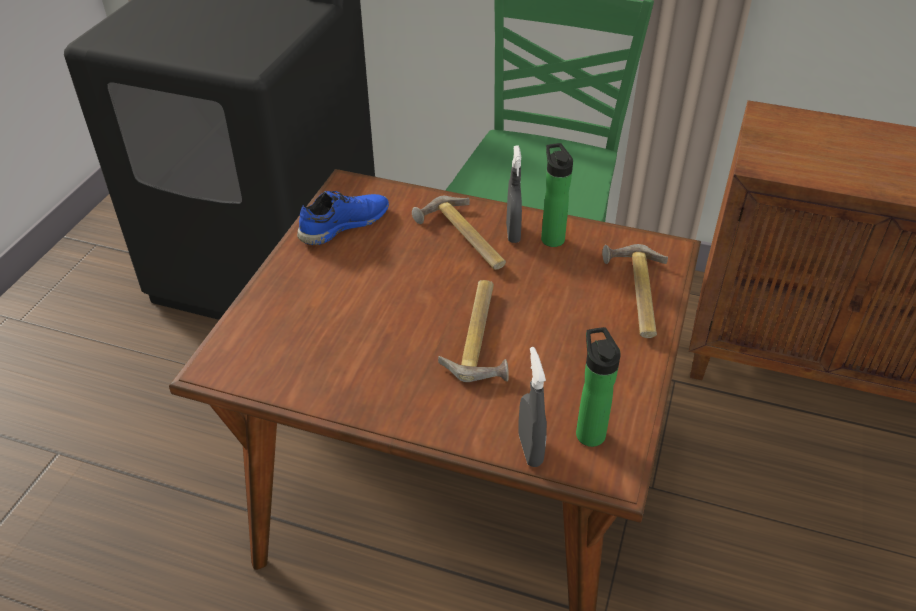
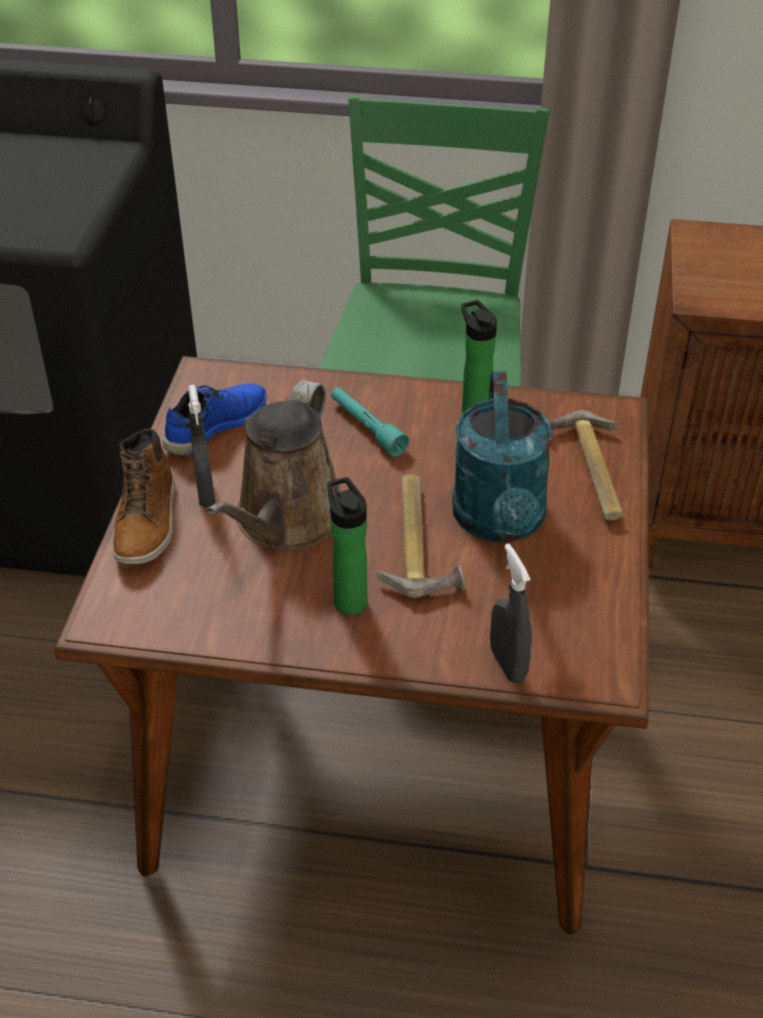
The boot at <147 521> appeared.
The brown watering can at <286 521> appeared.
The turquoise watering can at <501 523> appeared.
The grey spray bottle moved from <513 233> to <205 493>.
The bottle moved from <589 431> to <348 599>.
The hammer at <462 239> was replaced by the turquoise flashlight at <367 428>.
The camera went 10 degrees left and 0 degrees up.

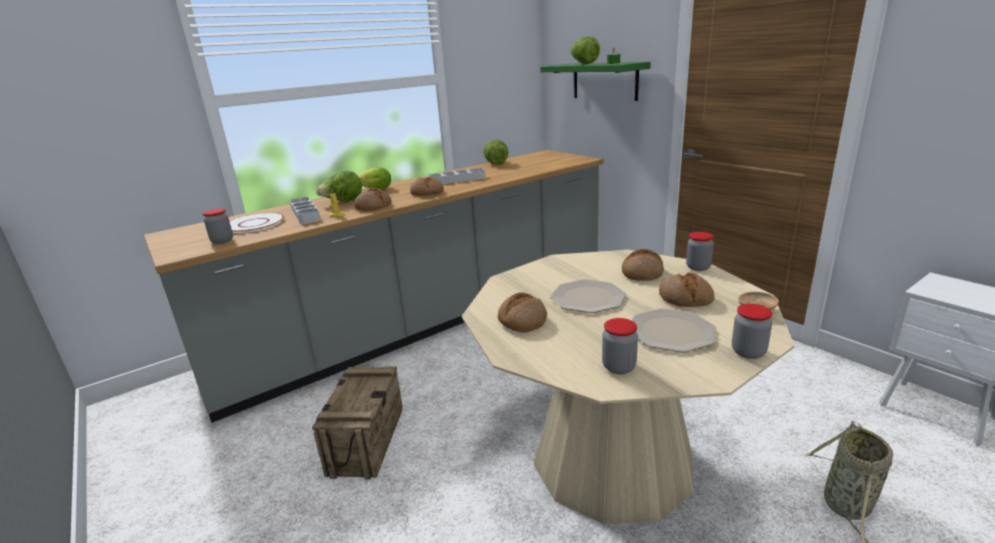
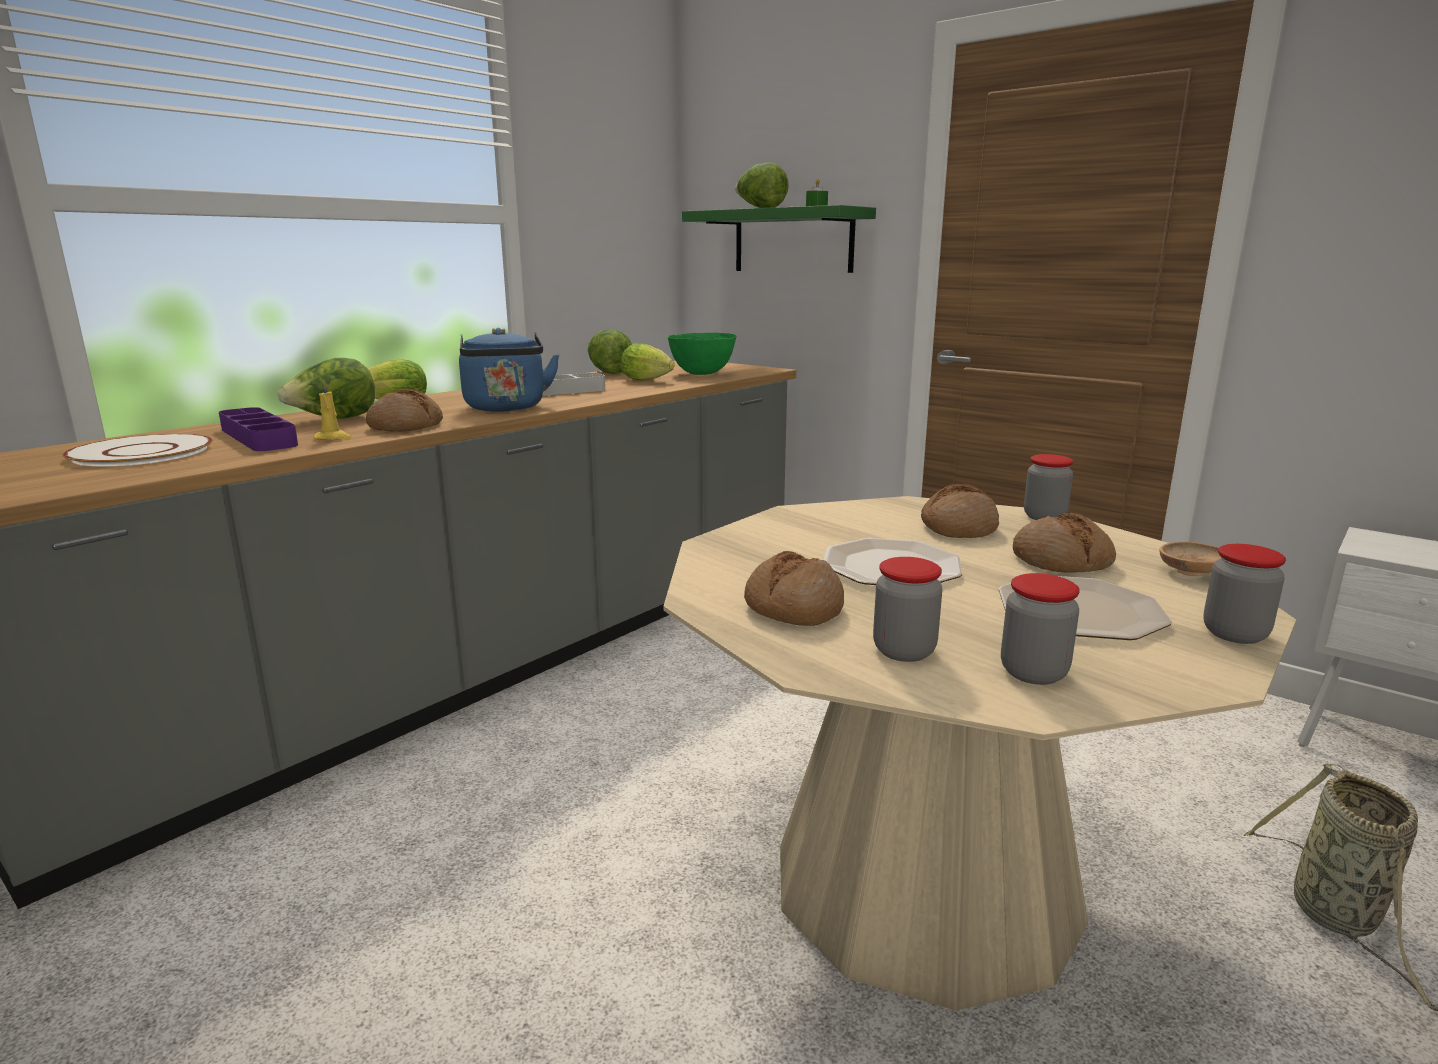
The crate at <366 441> disappeared.
The lettuce at <649 381> appeared.
The green bowl at <701 374> appeared.
The jar moved from <222 241> to <904 651>.
The bread at <427 193> was replaced by the blue kettle at <506 408>.
The grey tray at <305 214> became the purple tray at <258 437>.
The camera went 15 degrees left and 5 degrees down.

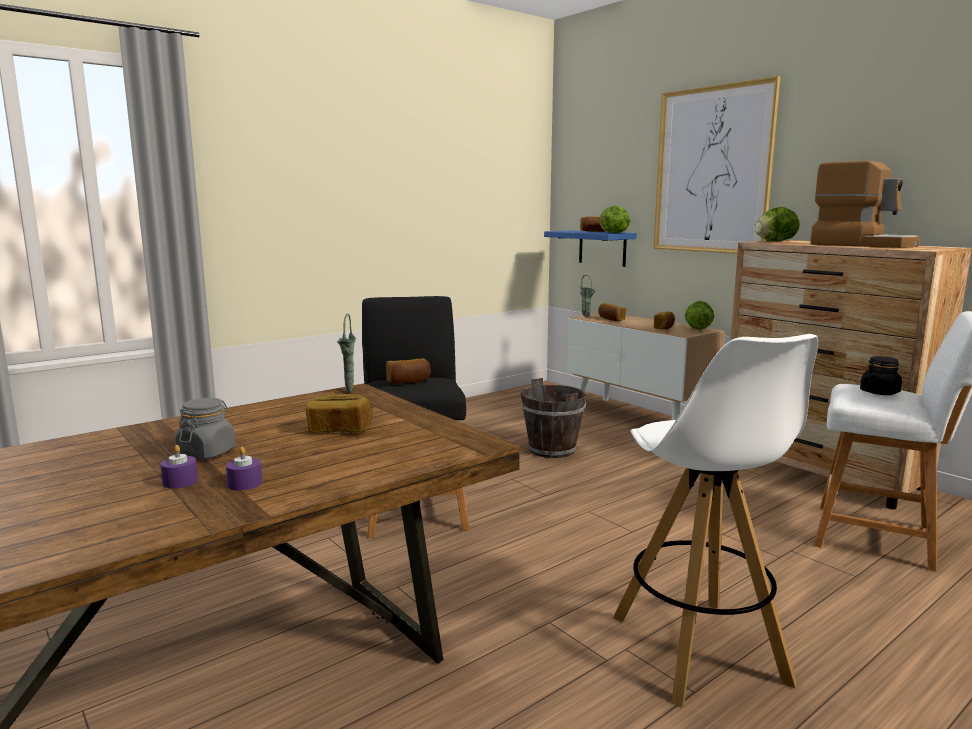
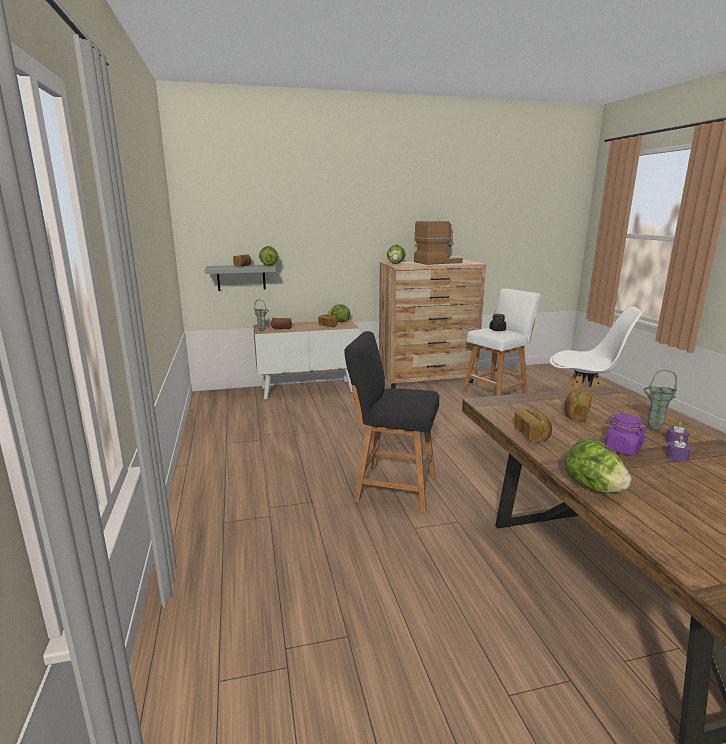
The brown bucket at <551 450> disappeared.
The picture at <712 170> disappeared.
The lettuce at <592 487> appeared.
The green vase moved from <350 391> to <652 429>.
The bread moved from <408 382> to <532 435>.
The grey jar at <207 452> became the purple jar at <621 449>.
The blue shelf at <602 248> became the grey shelf at <241 277>.
The camera went 65 degrees left and 5 degrees up.

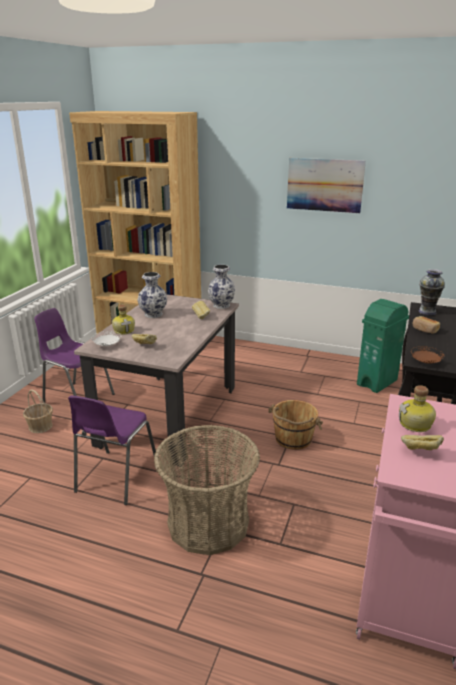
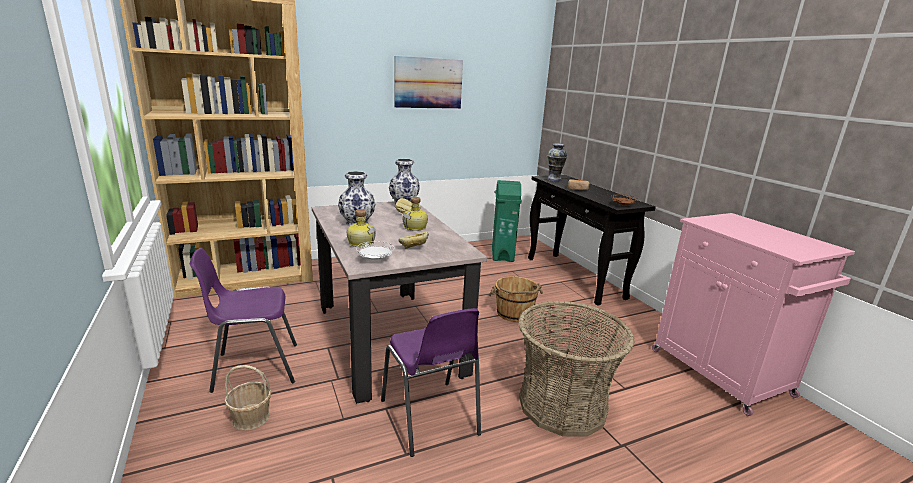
The bread at <419 452> disappeared.
The bottle moved from <416 424> to <415 227>.
The camera went 45 degrees left and 5 degrees down.

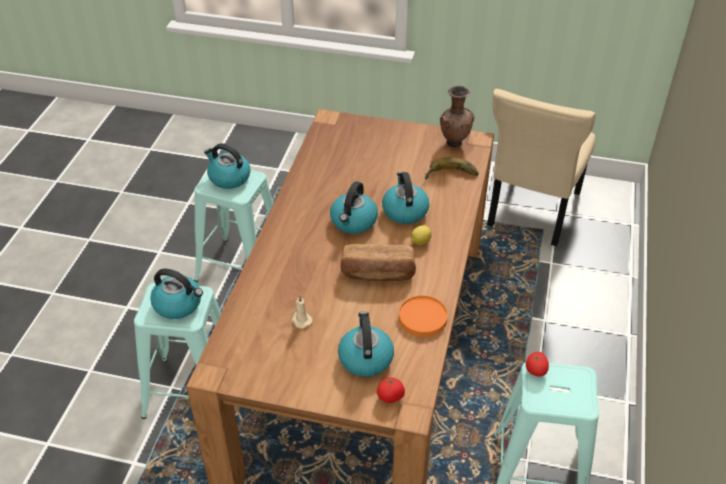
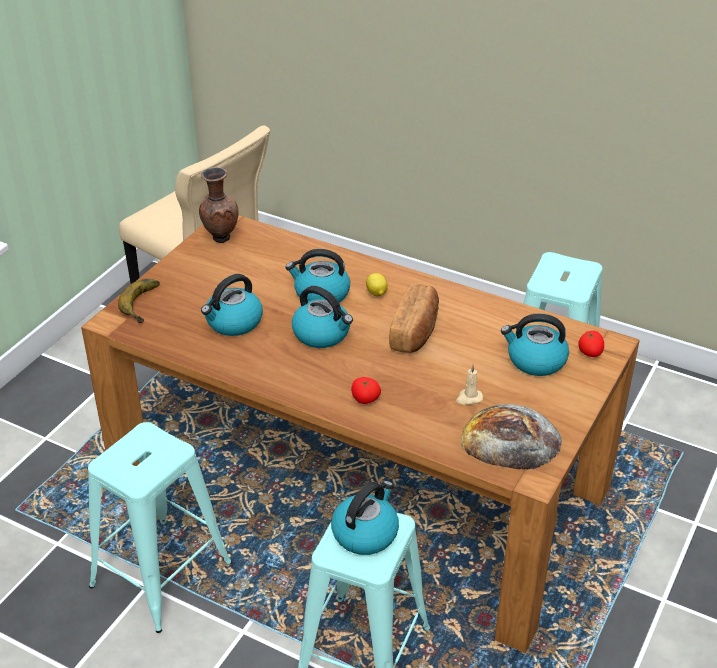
The orange plate at <422 318> disappeared.
The bread at <510 439> appeared.
The kettle moved from <228 178> to <233 323>.
The banana moved from <451 176> to <146 303>.
The tomato moved from <535 370> to <365 399>.
The camera went 75 degrees left and 5 degrees down.

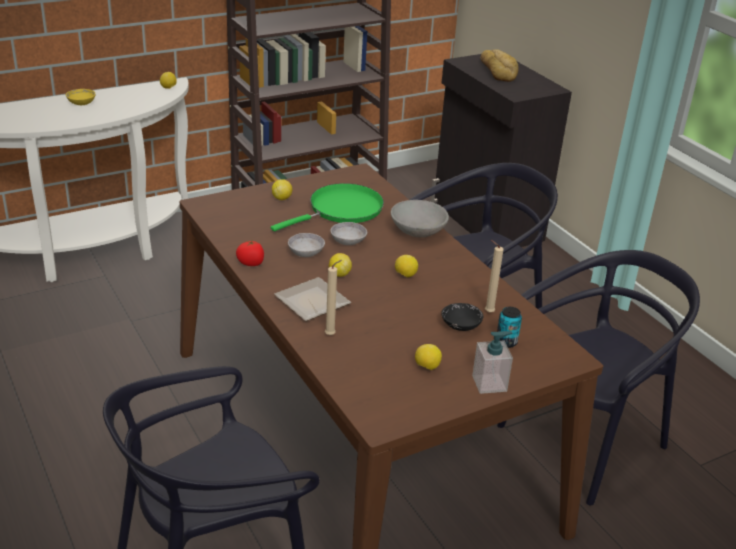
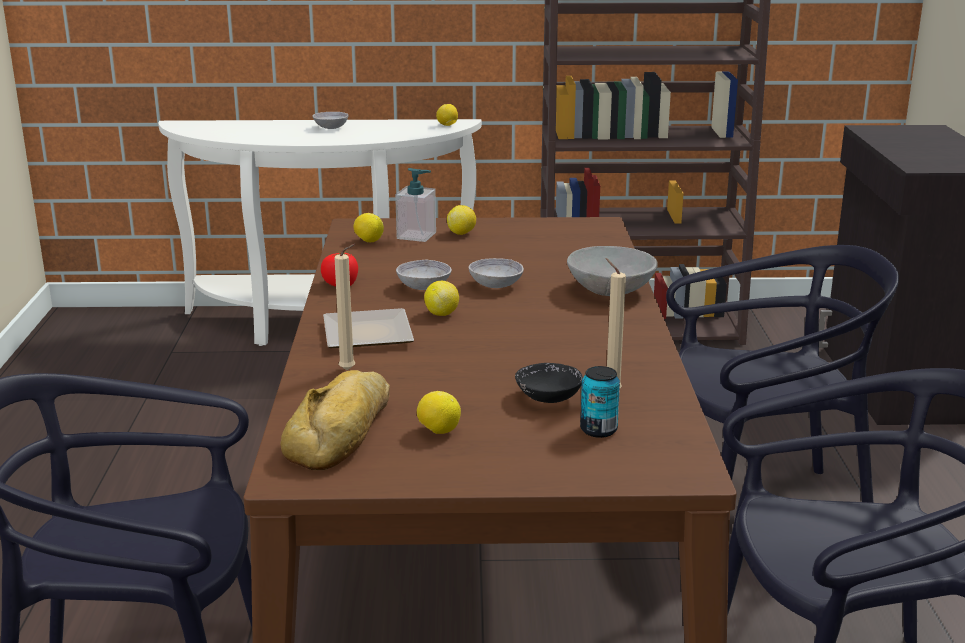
The green frying pan at <341 210> disappeared.
The lemon moved from <405 275> to <368 241>.
The soap dispenser moved from <489 383> to <416 236>.
The bread moved from <498 71> to <344 431>.
The yellow bowl at <81 103> became the grey bowl at <331 128>.
The camera went 30 degrees right and 10 degrees down.

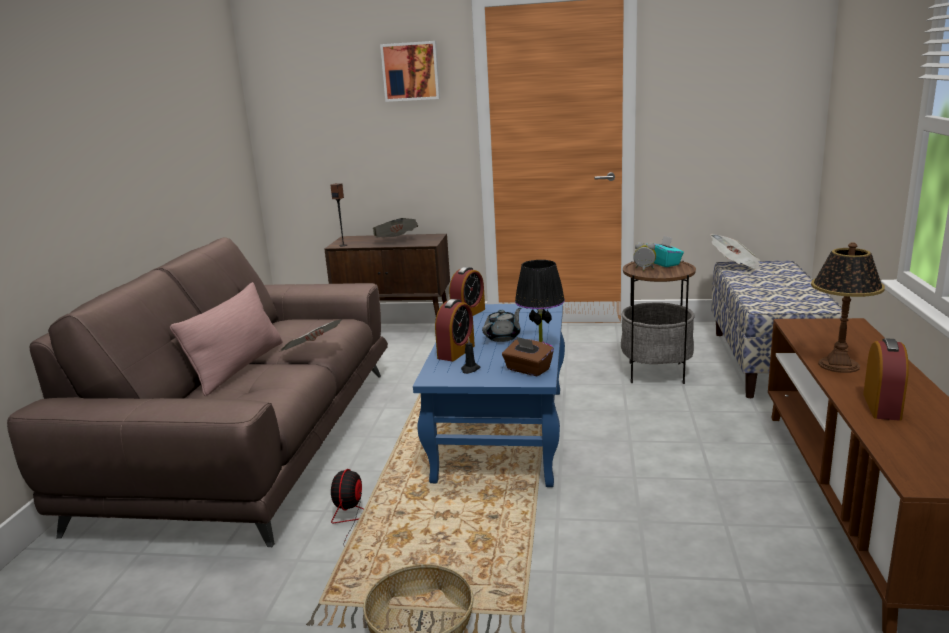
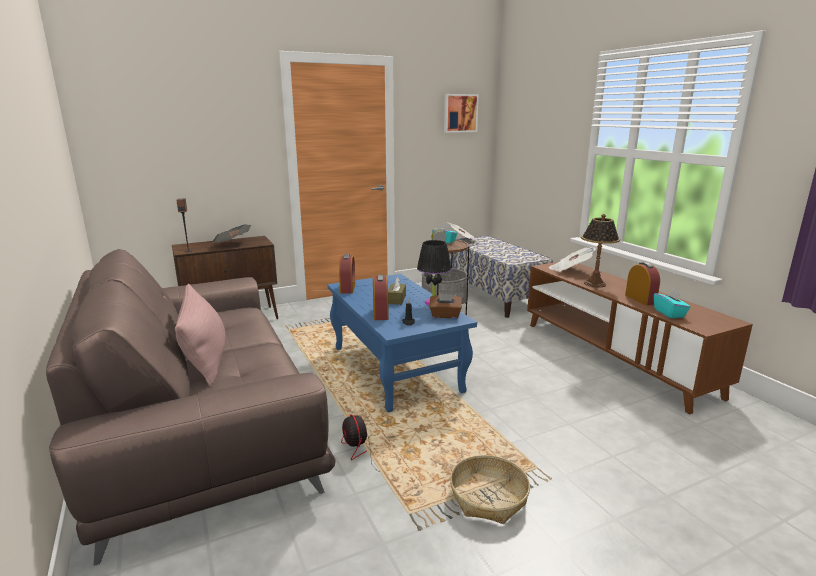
The turquoise tissue box at <669 313> appeared.
The newspaper moved from <312 352> to <570 270>.
The picture moved from <411 71> to <460 113>.
The grey teapot at <503 337> was replaced by the brown tissue box at <396 299>.
The camera went 35 degrees left and 0 degrees up.

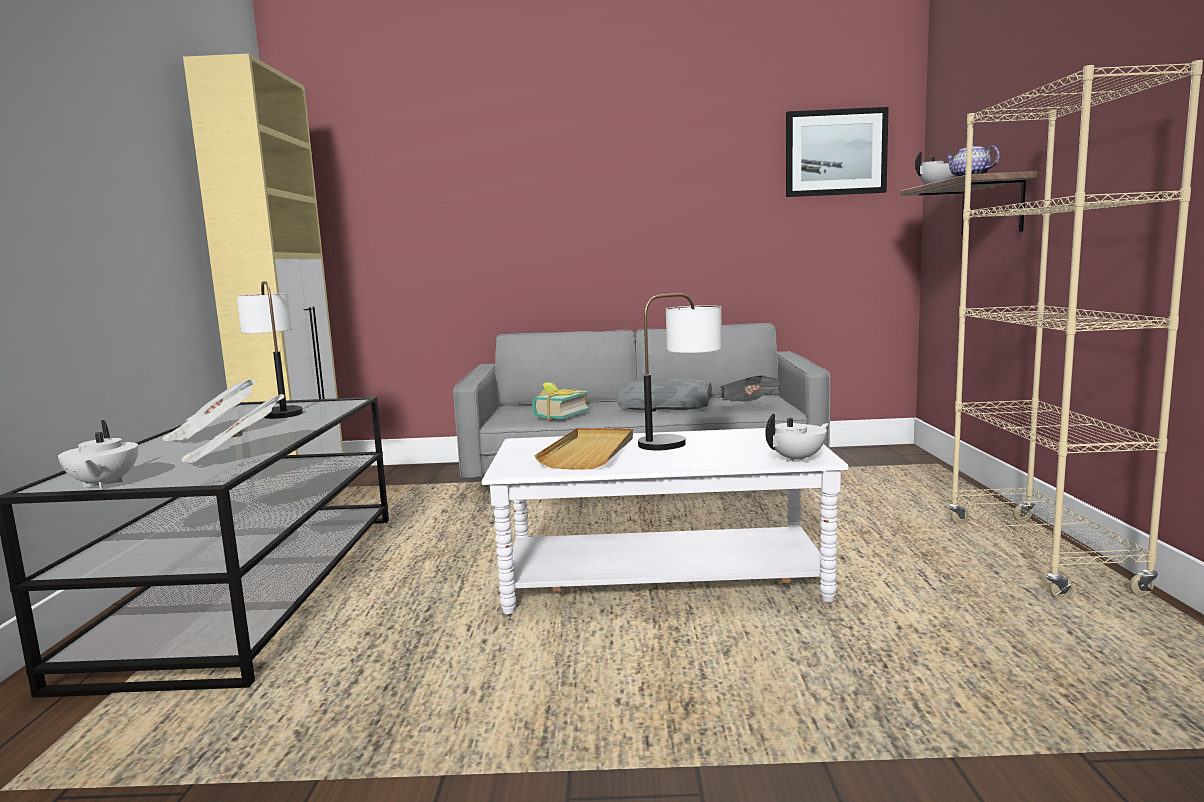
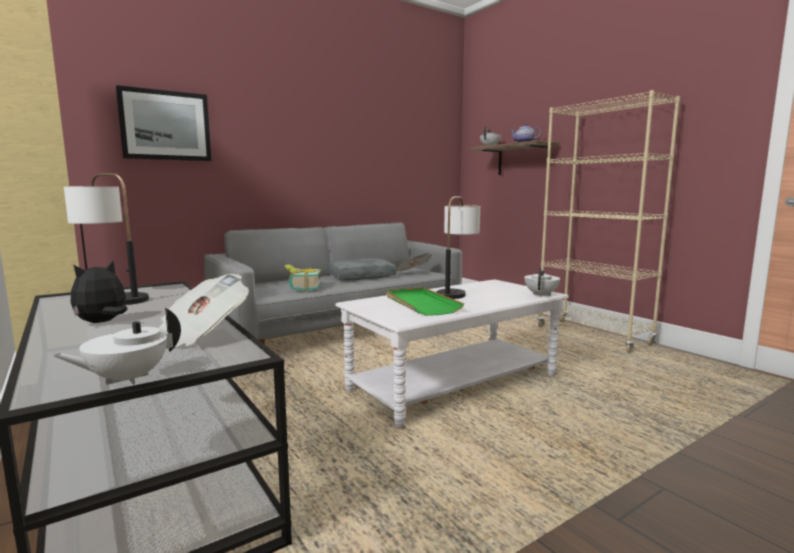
The picture moved from <835 152> to <165 125>.
The newspaper at <213 434> was replaced by the plush toy at <102 322>.
The beige tray at <590 452> became the green tray at <421 304>.
The white teapot at <103 484> turned 105 degrees clockwise.
The camera went 35 degrees left and 0 degrees up.

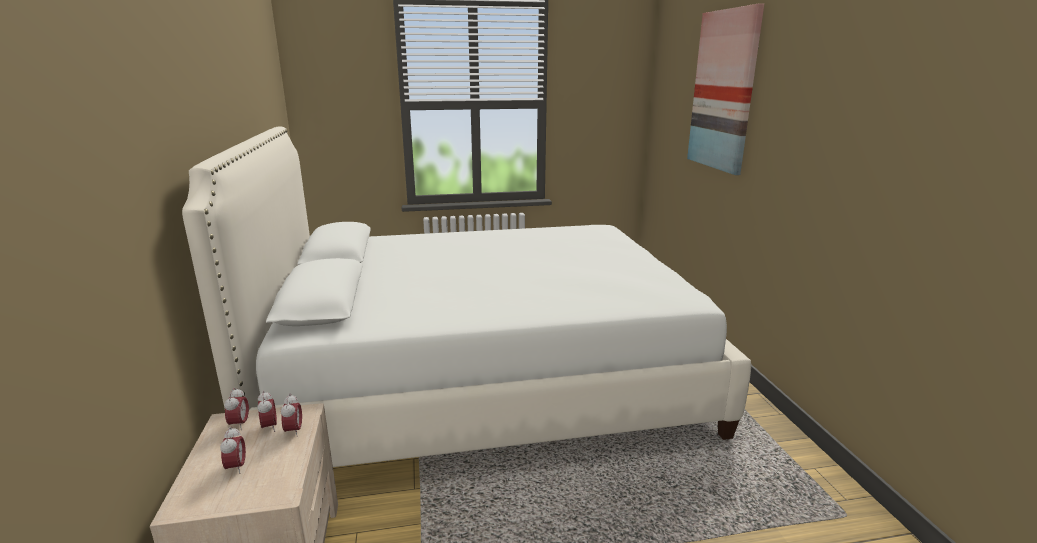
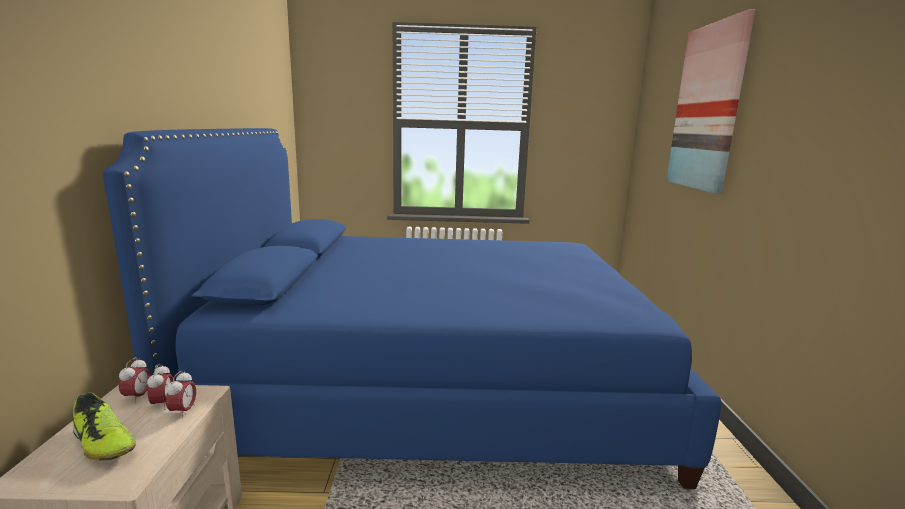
The alarm clock at <236 467> was replaced by the shoe at <103 443>.
The white bed at <485 378> became the blue bed at <434 383>.
The camera went 10 degrees right and 5 degrees down.

